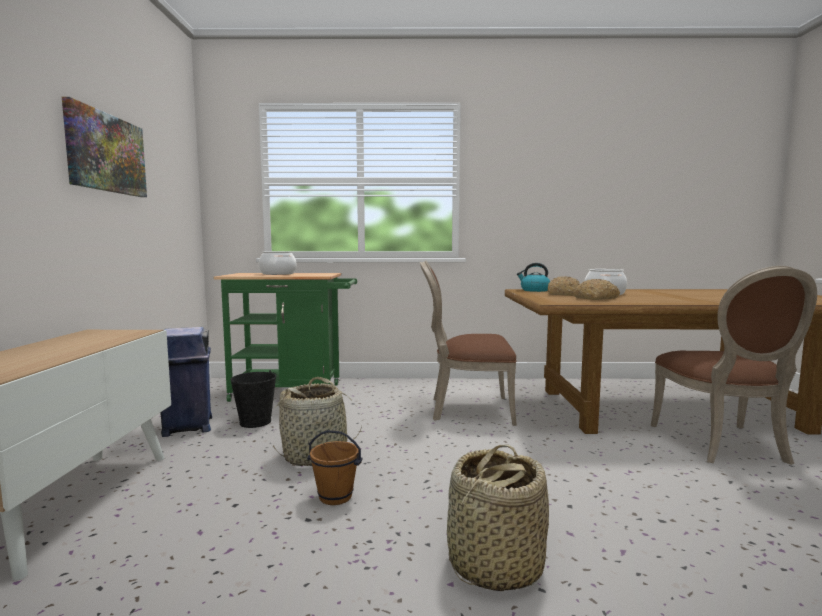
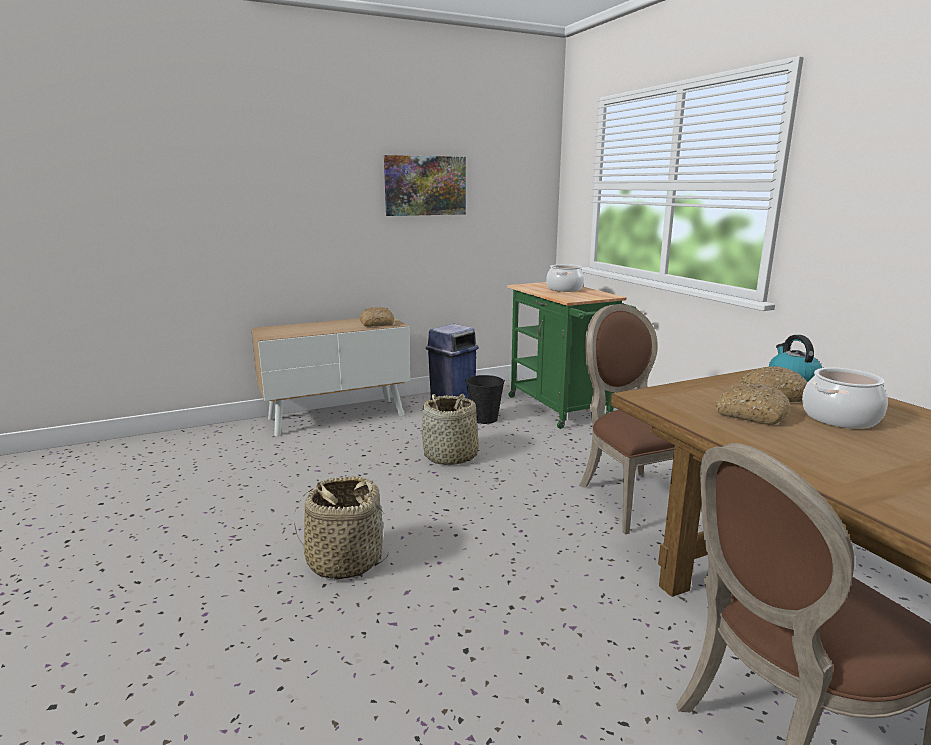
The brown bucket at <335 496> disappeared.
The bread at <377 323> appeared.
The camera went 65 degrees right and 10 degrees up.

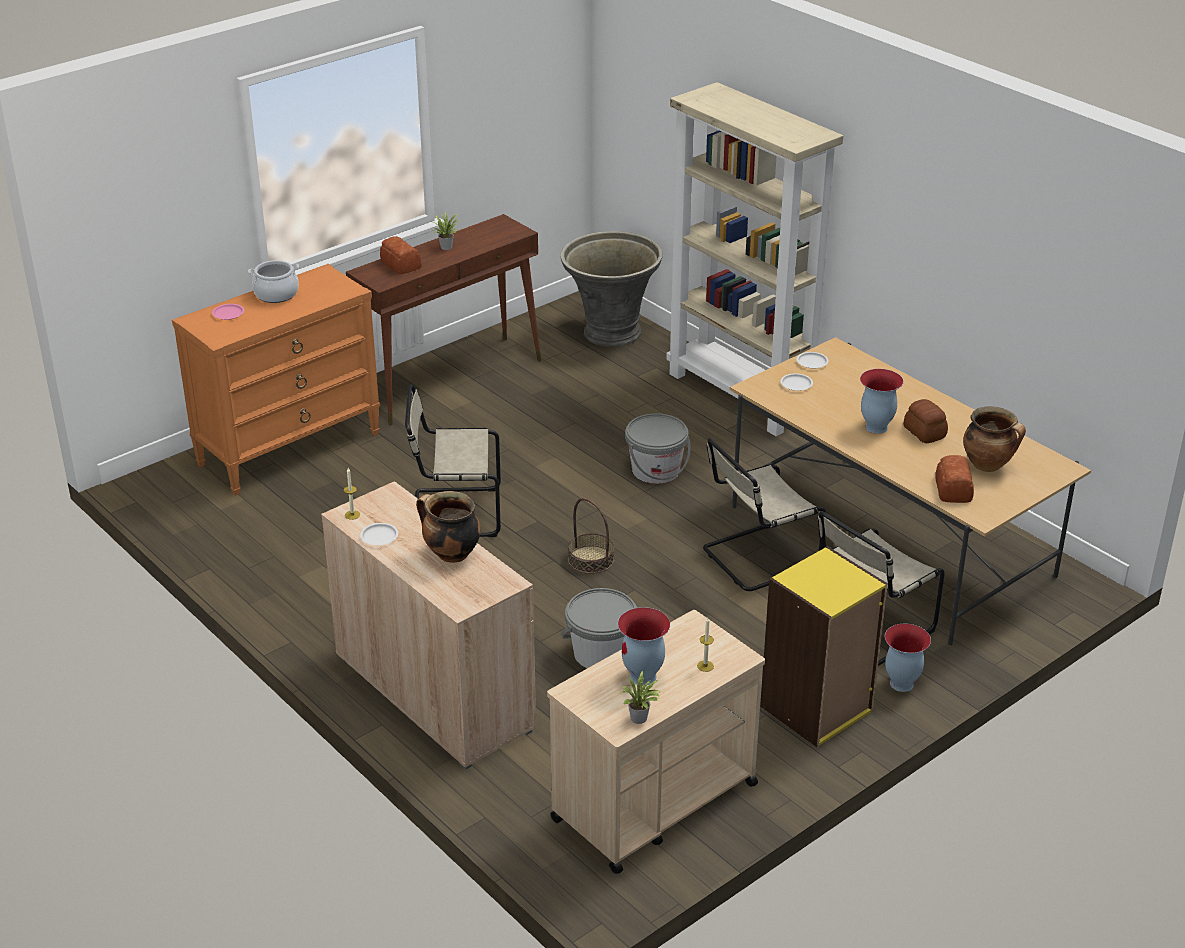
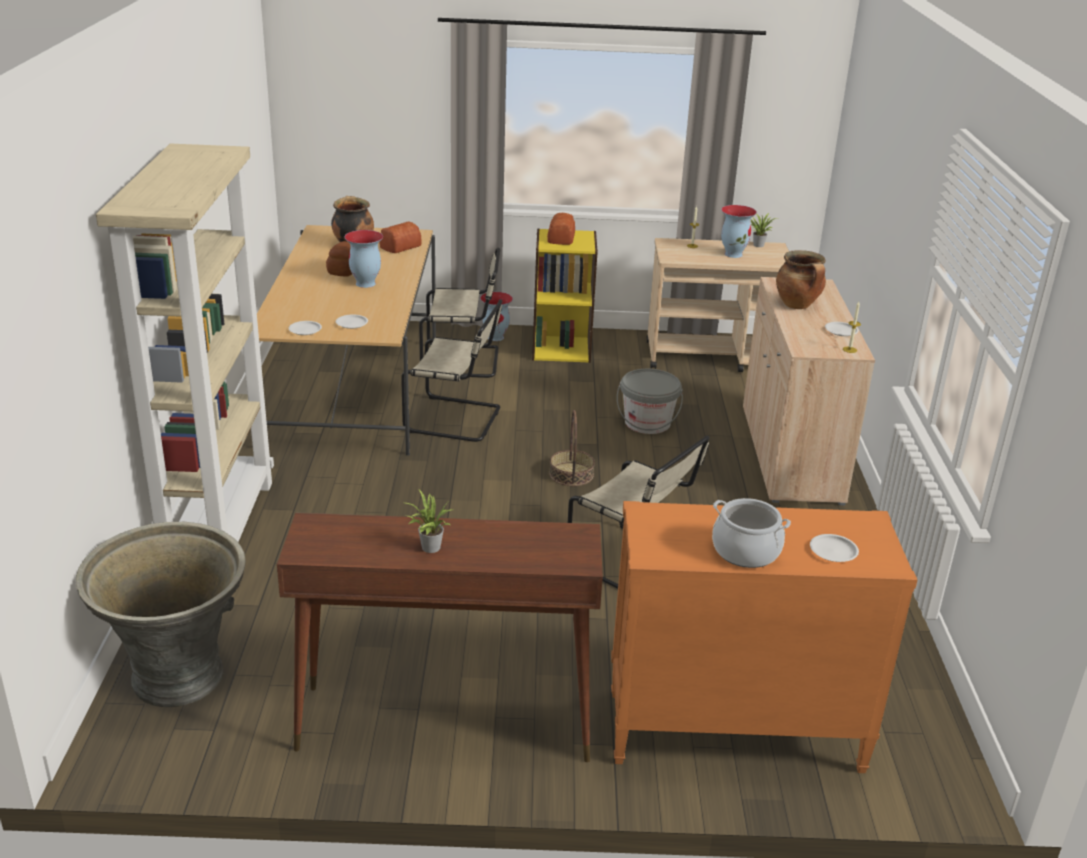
The grey bucket at <656 470> disappeared.
The bread moved from <400 265> to <562 238>.
The pink plate at <228 314> became the white plate at <833 551>.
The camera went 140 degrees left and 5 degrees down.

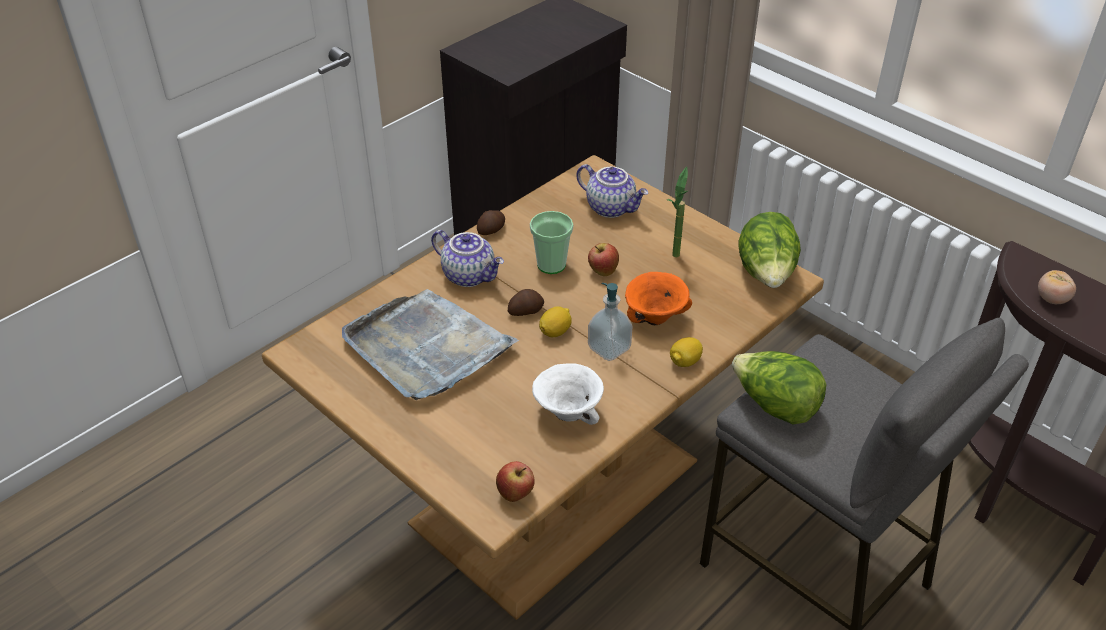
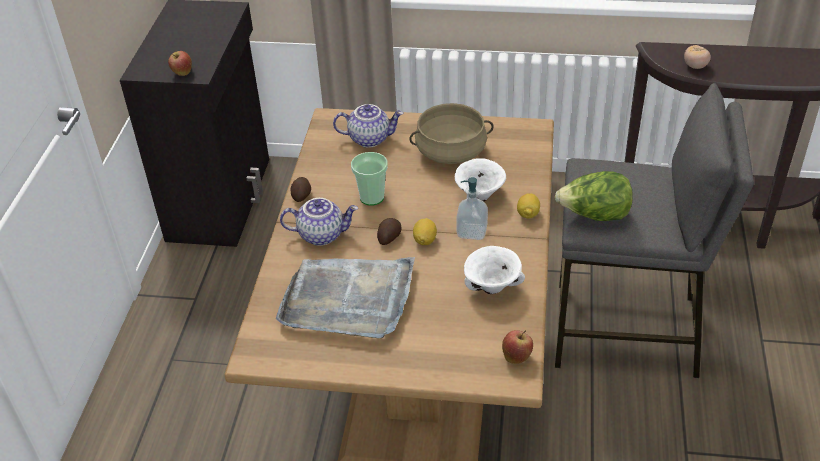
The lettuce at <766 274> disappeared.
The apple moved from <603 271> to <182 73>.
The potted plant at <675 260> was replaced by the beige cooking pot at <450 152>.
The orange bowl at <656 318> became the white bowl at <480 196>.
The camera went 35 degrees left and 0 degrees up.

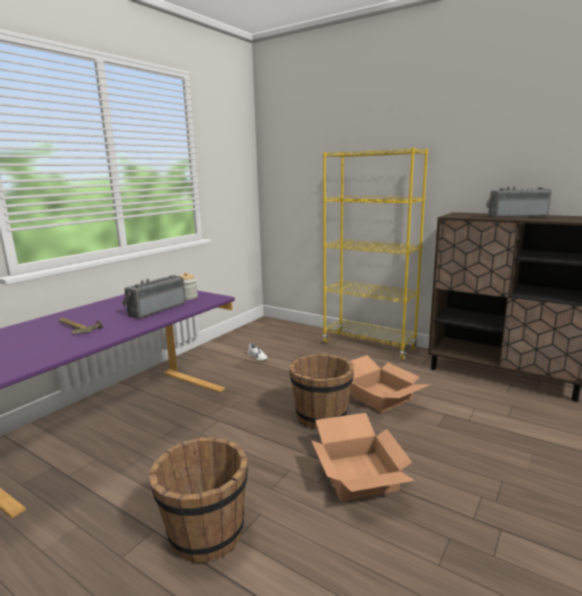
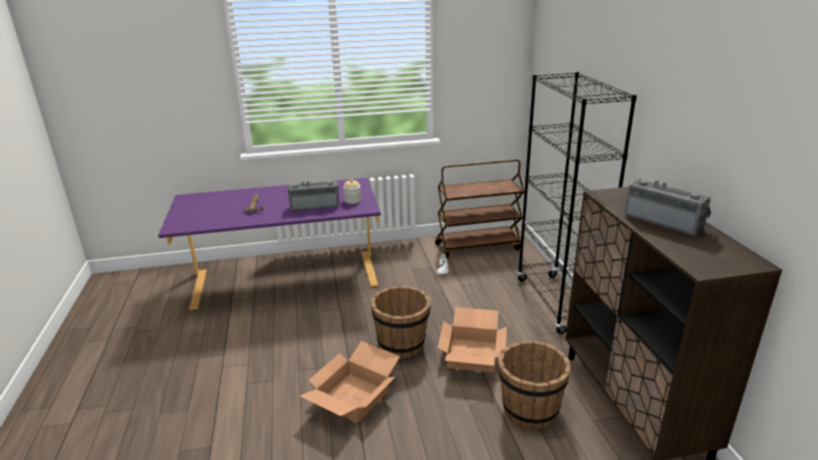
The brown cart at <478 246> appeared.
The brown bucket moved from <205 533> to <529 409>.
The yellow bookcase at <369 345> became the black bookcase at <556 303>.
The camera went 45 degrees right and 10 degrees up.

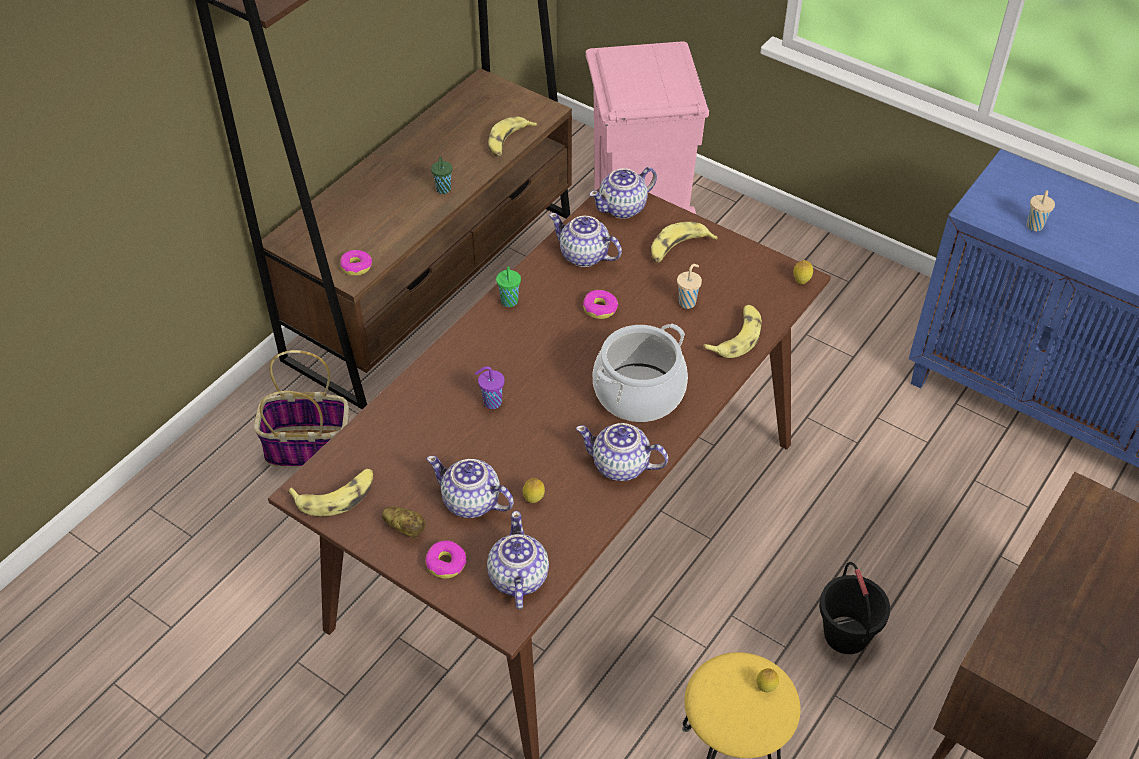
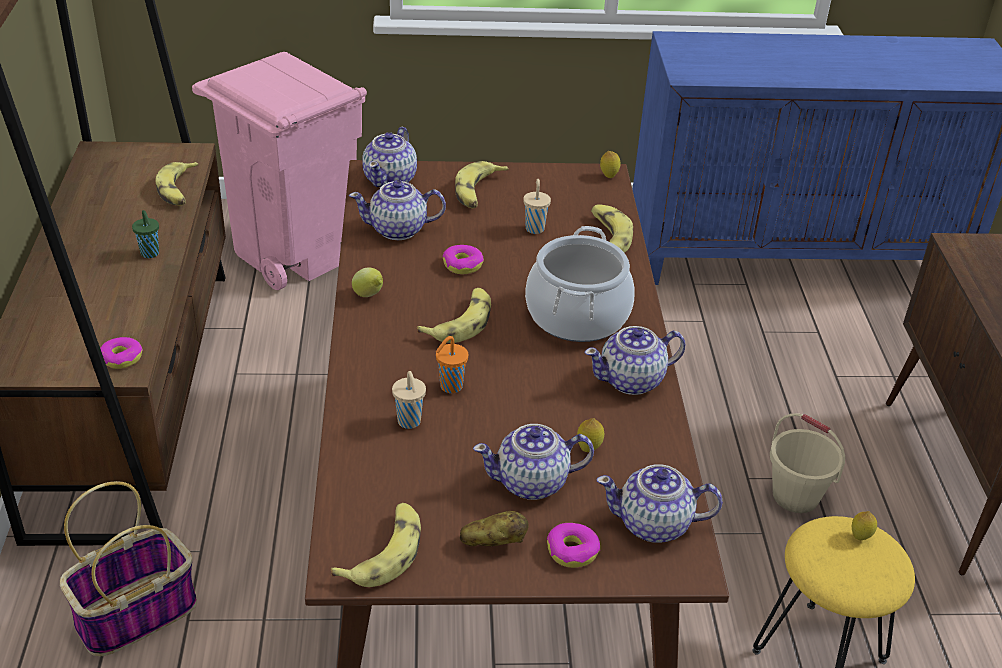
The banana at <460 323> appeared.
The beige cup moved from <1034 227> to <409 422>.
The green cup at <509 302> was replaced by the lemon at <369 296>.
The purple cup at <491 402> became the orange cup at <450 387>.
The black bucket at <845 634> became the beige bucket at <795 496>.
The teapot at <517 578> turned 45 degrees counterclockwise.
The camera went 40 degrees left and 10 degrees down.

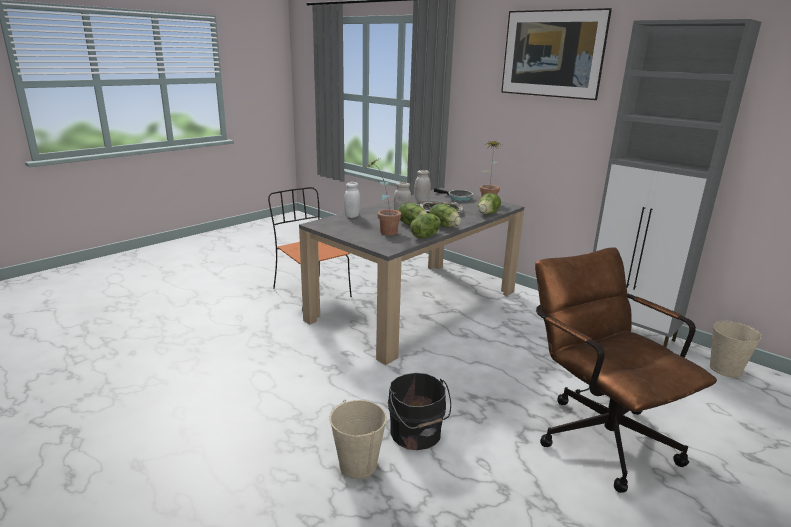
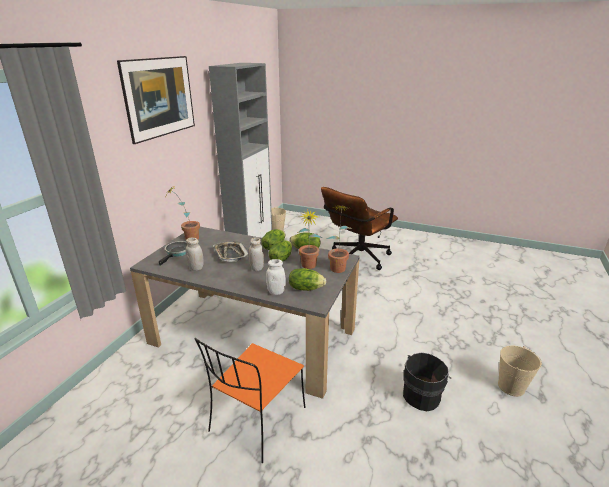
The potted plant at <338 266> appeared.
The beige bucket moved from <358 464> to <511 386>.
The black bucket moved from <416 434> to <422 395>.
The lettuce moved from <488 214> to <305 288>.
The camera went 110 degrees left and 5 degrees up.

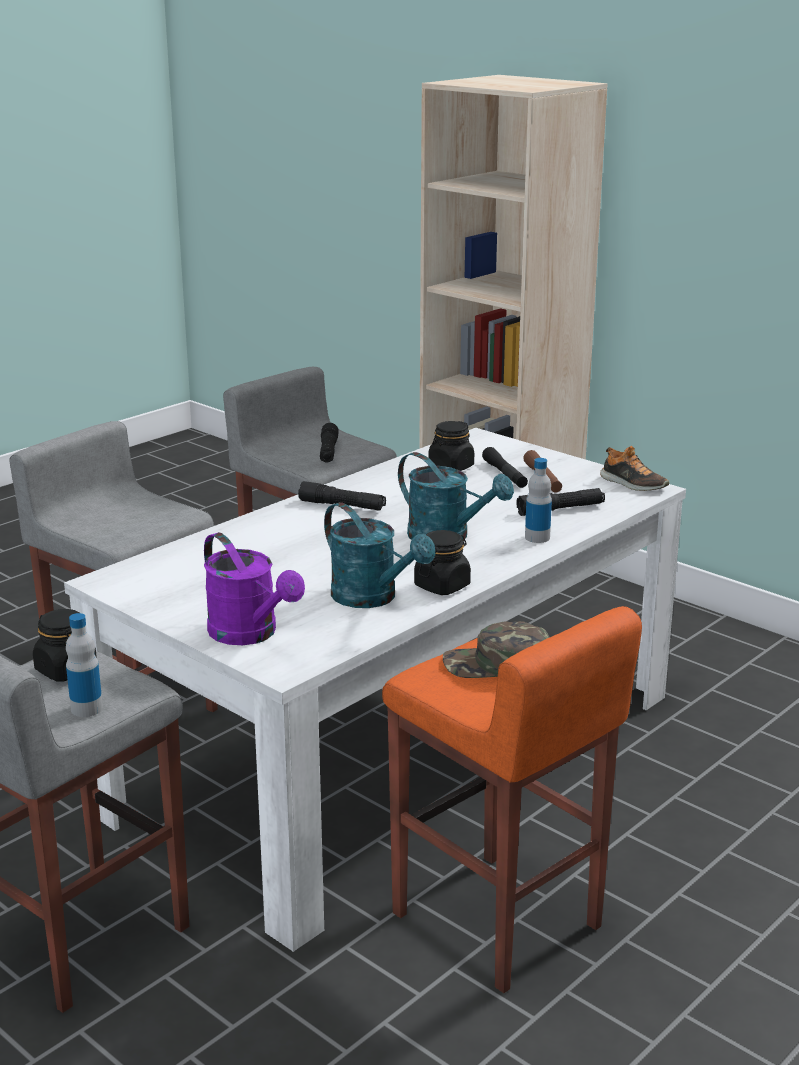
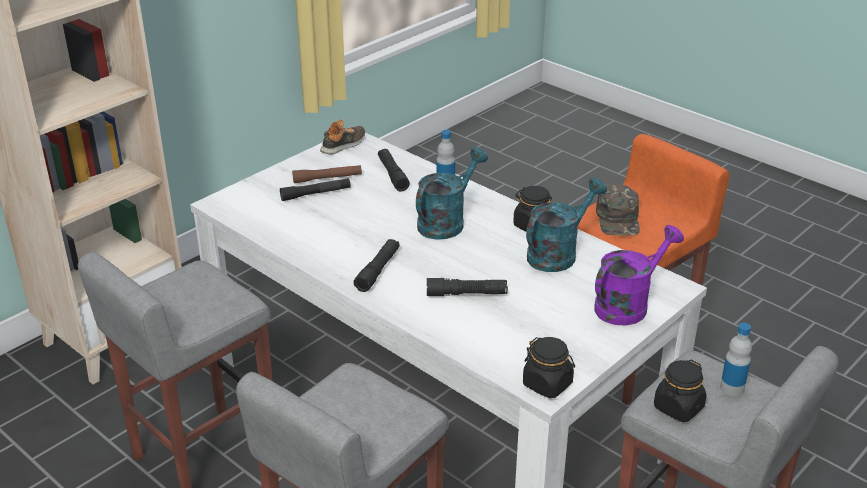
The black flashlight moved from <328 451> to <466 294>.
The black jar moved from <451 467> to <547 384>.
The camera went 90 degrees left and 10 degrees up.

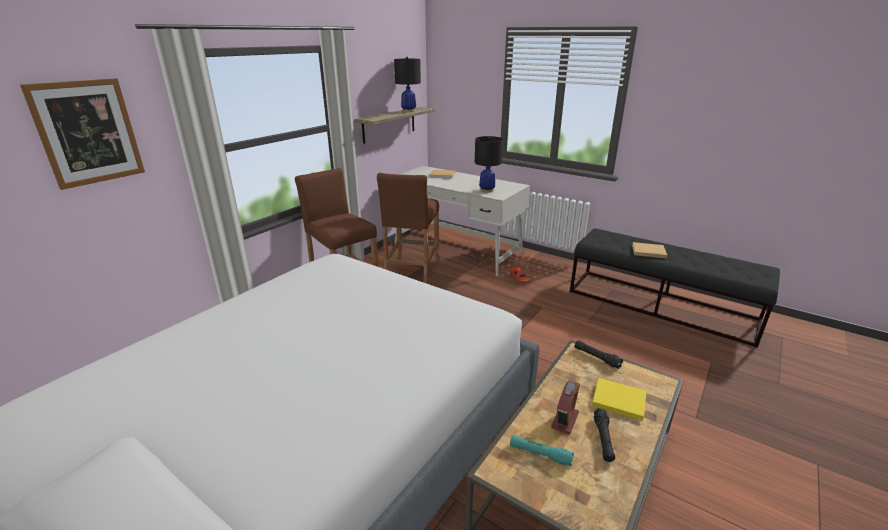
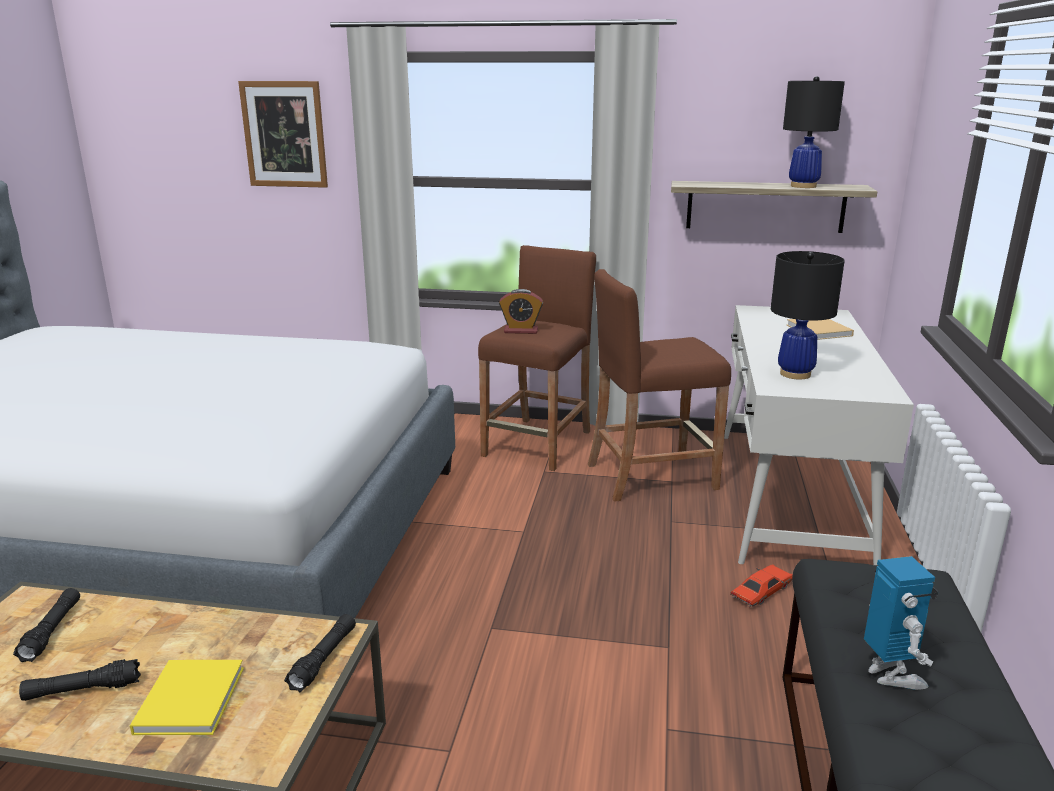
The alarm clock moved from <565 420> to <521 331>.
The beige book at <647 251> was replaced by the toy robot at <890 674>.
The turquoise flashlight at <540 454> became the black flashlight at <52 631>.
The camera went 65 degrees right and 5 degrees down.

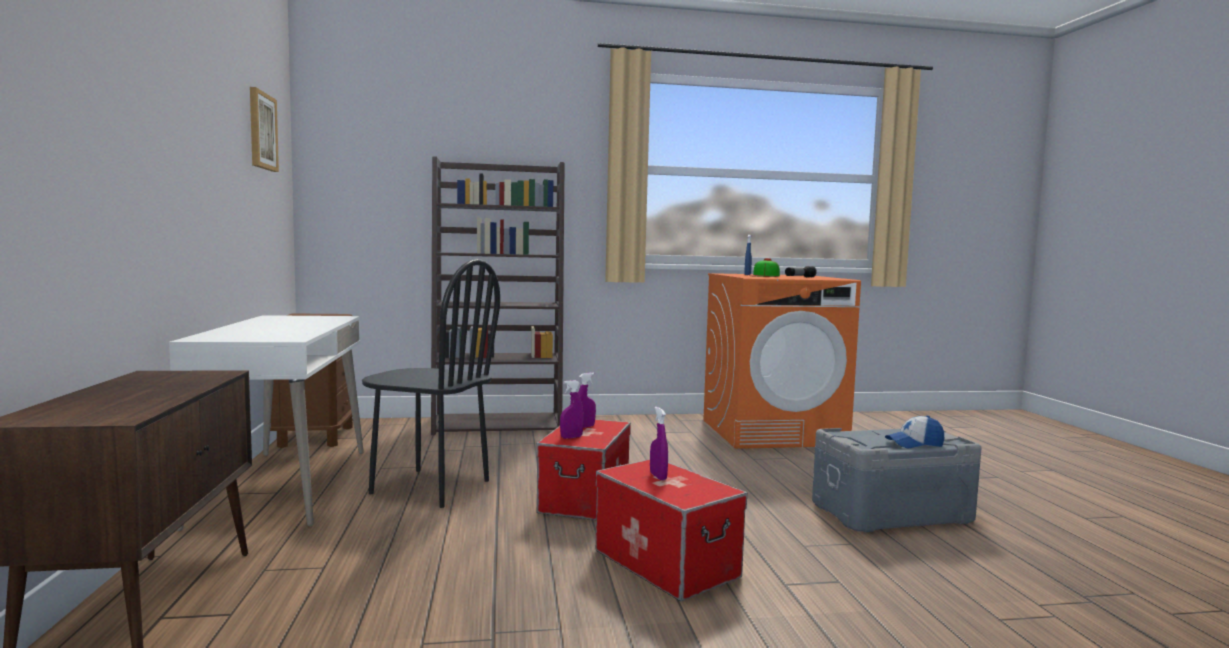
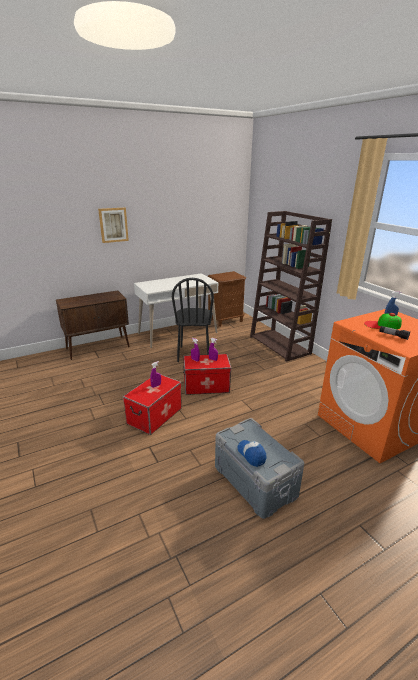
The picture moved from <261 131> to <113 225>.
The camera went 70 degrees right and 20 degrees up.

